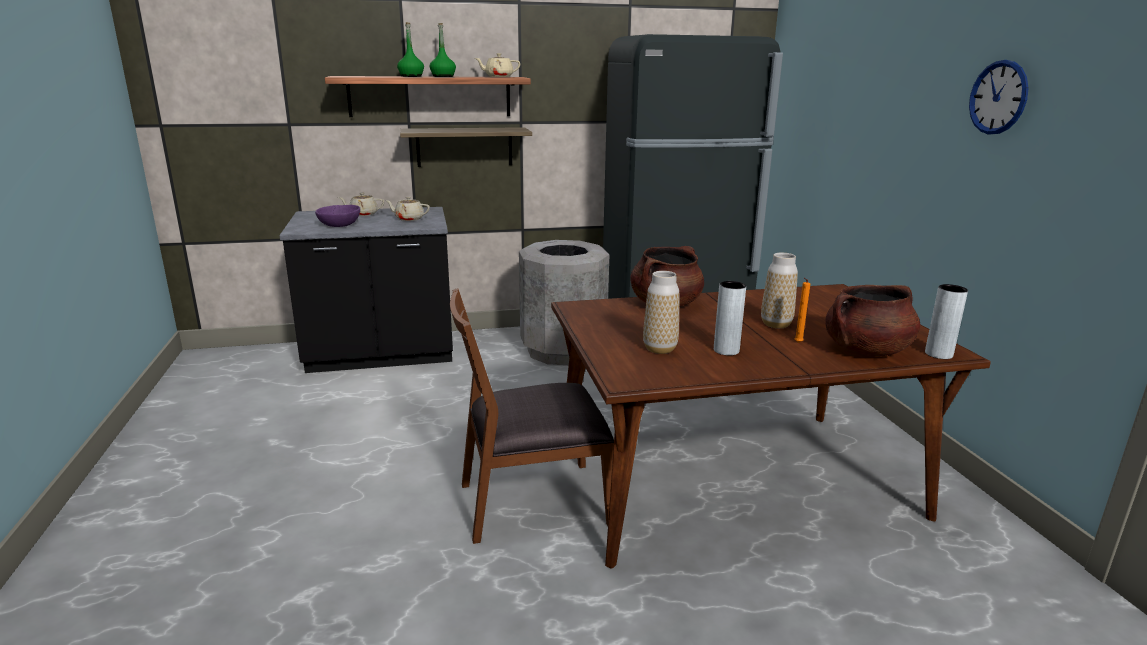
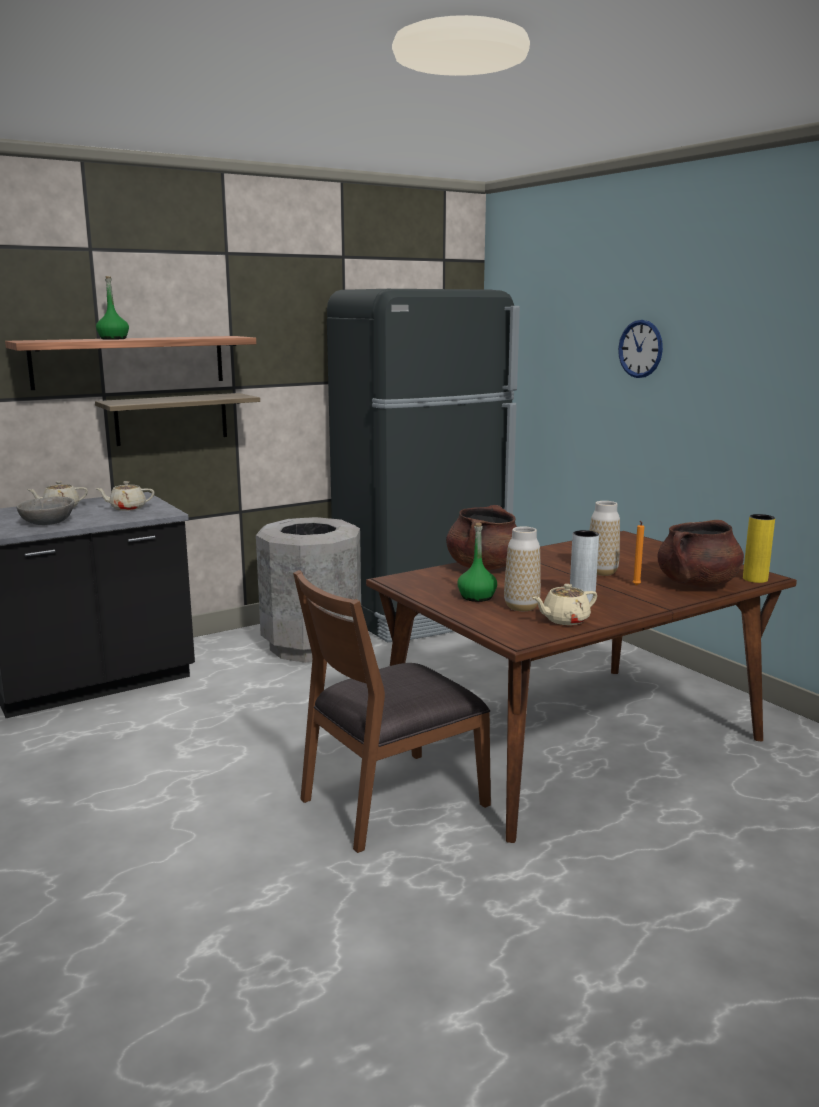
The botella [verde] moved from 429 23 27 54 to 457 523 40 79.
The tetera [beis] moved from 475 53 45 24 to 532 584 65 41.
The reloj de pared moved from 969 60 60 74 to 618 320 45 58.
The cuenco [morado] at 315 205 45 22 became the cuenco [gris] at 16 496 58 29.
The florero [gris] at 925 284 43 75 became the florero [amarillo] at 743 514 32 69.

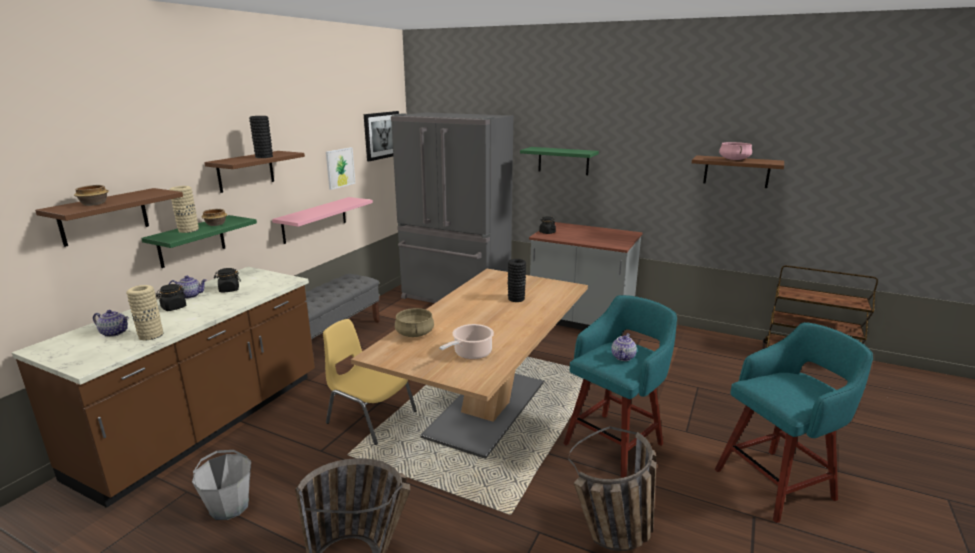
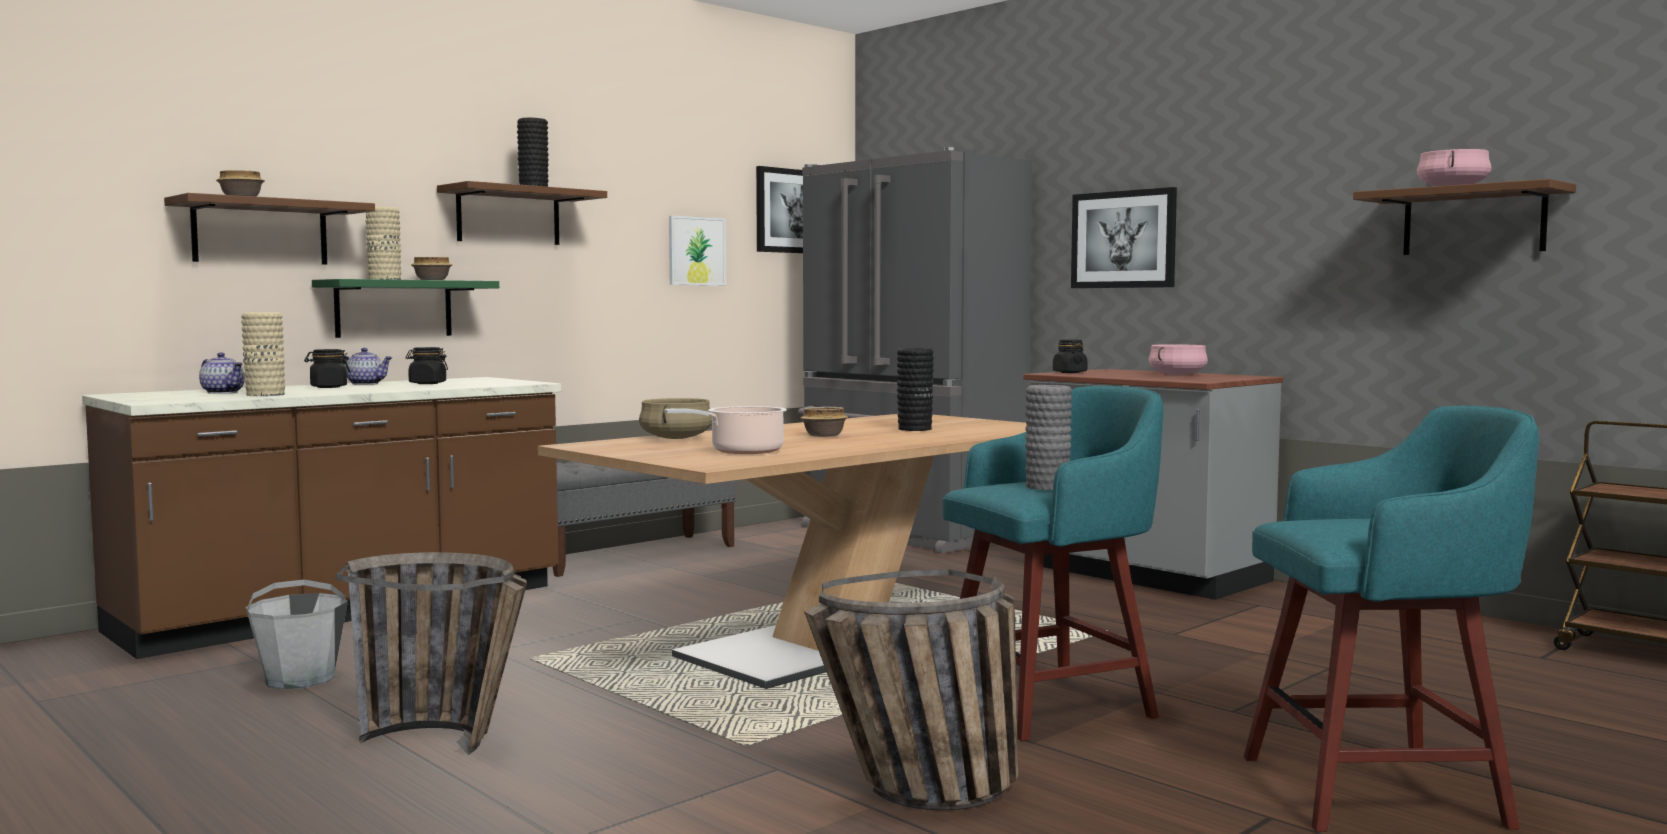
The estante [rosa] at 272 197 101 47 disappeared.
The silla [amarillo] at 323 319 94 126 disappeared.
The cuenco at 800 407 48 30 appeared.
The olla [rosa] at 1149 344 59 31 appeared.
The estante [verde] at 520 147 79 28 was replaced by the cuadro at 1071 187 106 101.
The tetera at 611 333 26 28 was replaced by the florero [gris] at 1025 385 47 105.

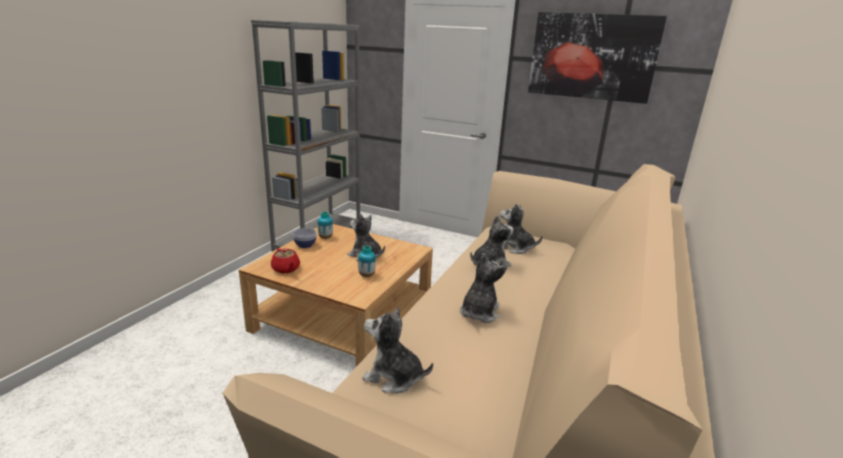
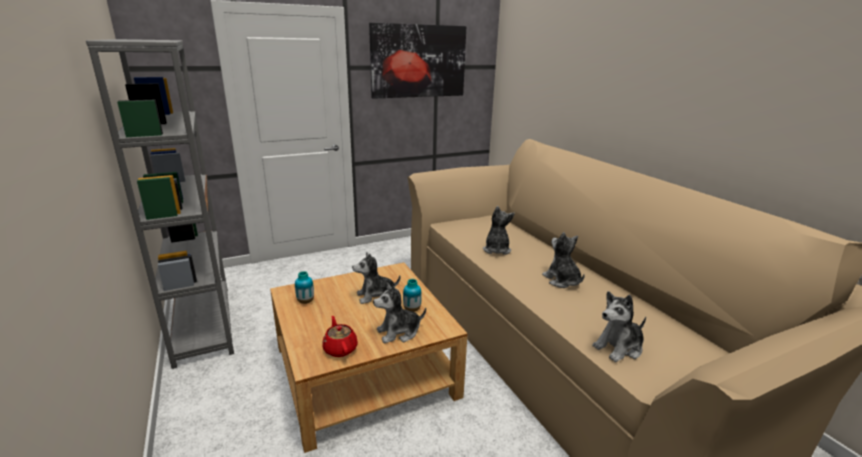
The cuenco at 293 228 24 20 disappeared.
The peluche moved from 500 203 43 51 to 373 283 53 60.
The tetera [rojo] at 271 248 29 25 turned 120 degrees counterclockwise.

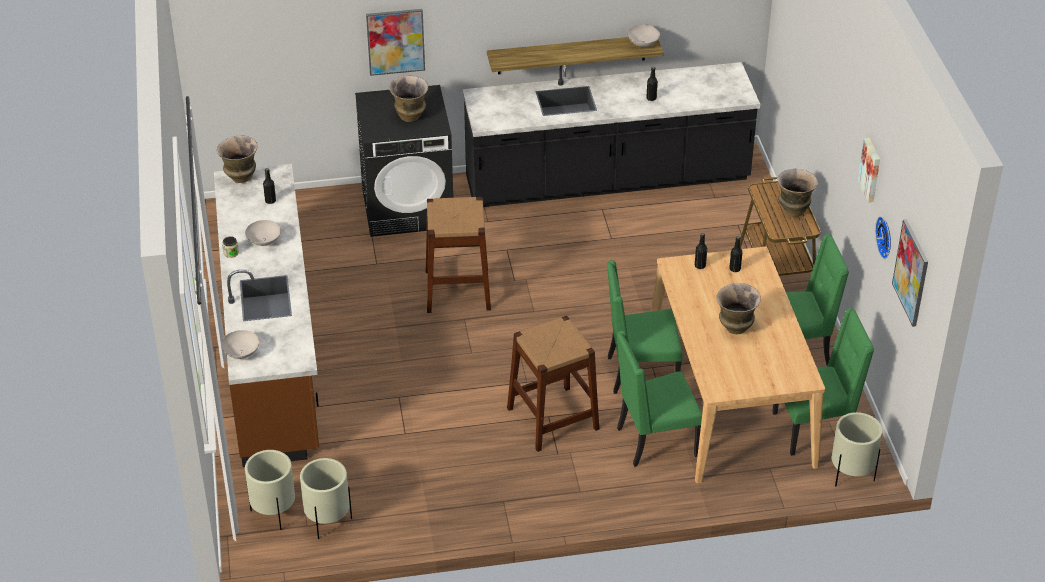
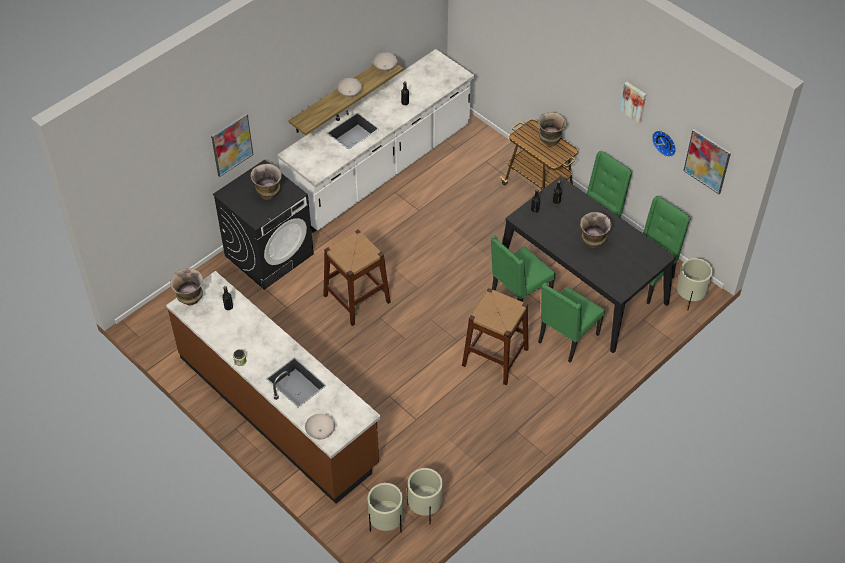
The cuenco [blanco] moved from 245 220 36 26 to 337 78 25 19.
The mueble bajo de cocina [negro] at 463 62 297 145 became the mueble bajo de cocina [blanco] at 277 49 197 184.
The mesa de comedor [beis] at 651 247 174 236 became the mesa de comedor [negro] at 502 176 174 177.

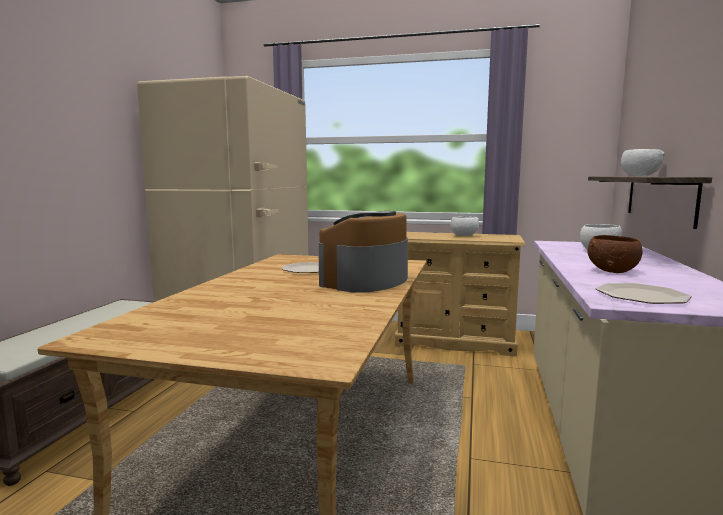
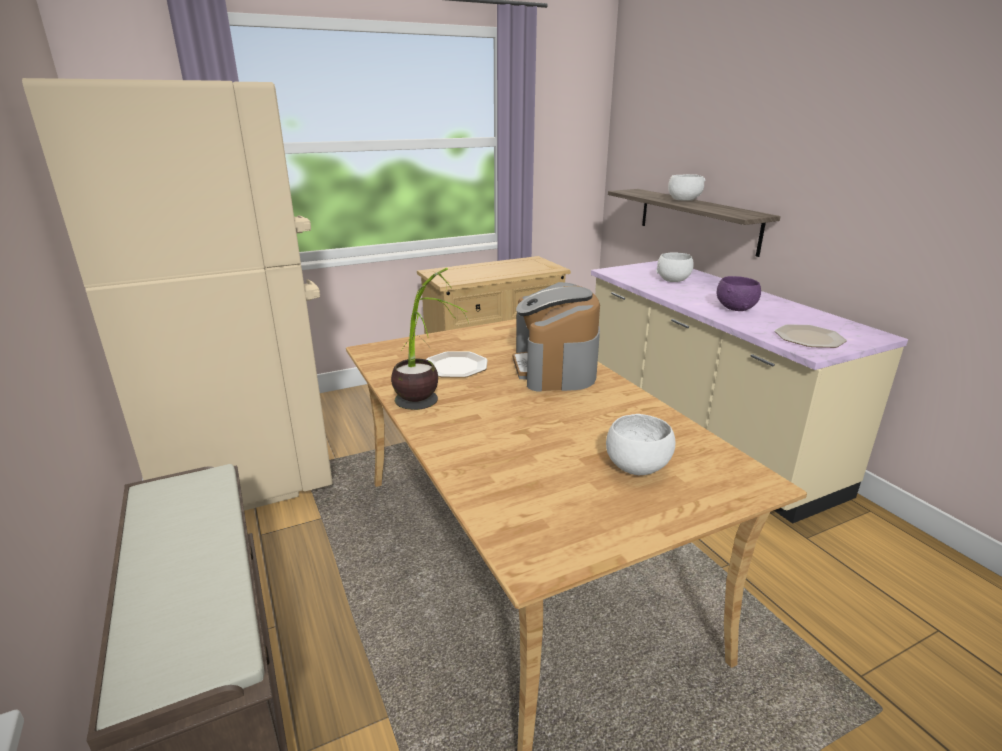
The planta en maceta at 391 268 78 142 appeared.
The cuenco [blanco] moved from 450 216 29 20 to 606 414 69 61.
The cuenco [marrón] at 587 235 55 38 became the cuenco [morado] at 717 276 44 35.

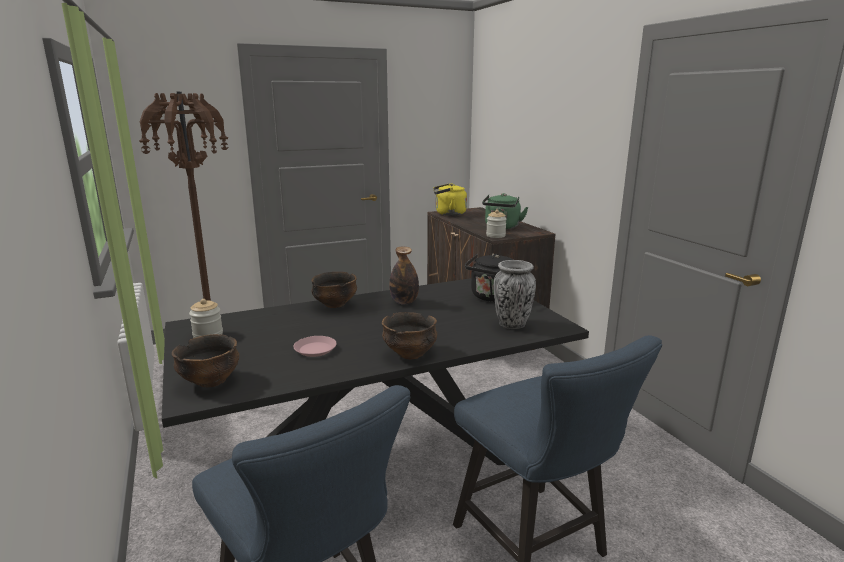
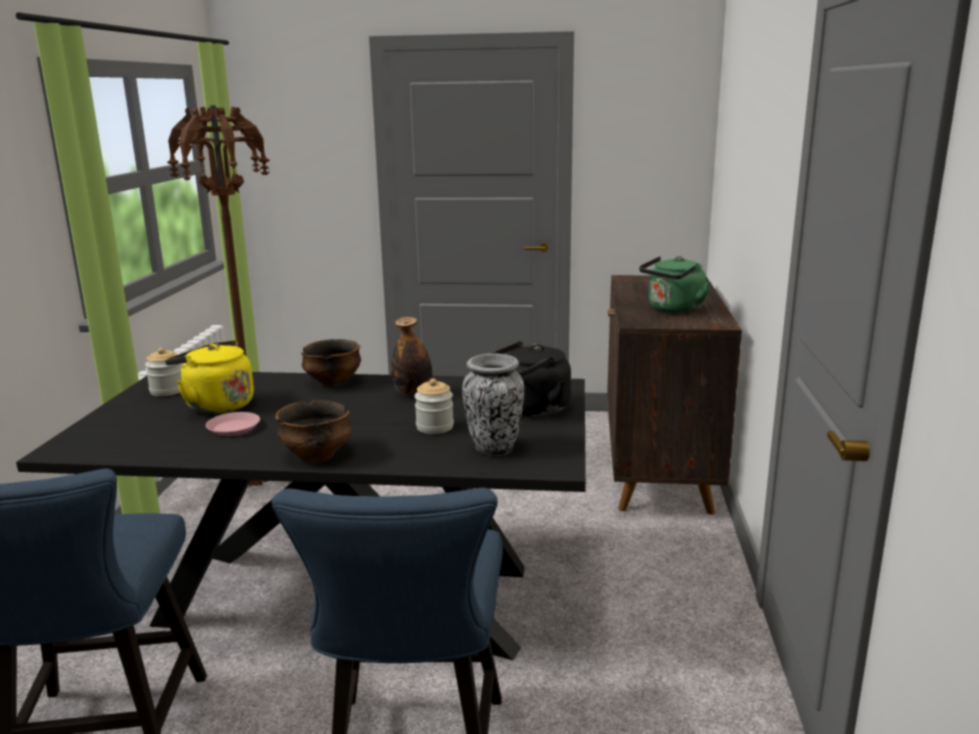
The cuenco at 172 334 67 53 disappeared.
The hervidor [amarillo] moved from 433 183 34 33 to 165 340 89 74.
The tarro moved from 486 210 20 28 to 414 379 40 55.

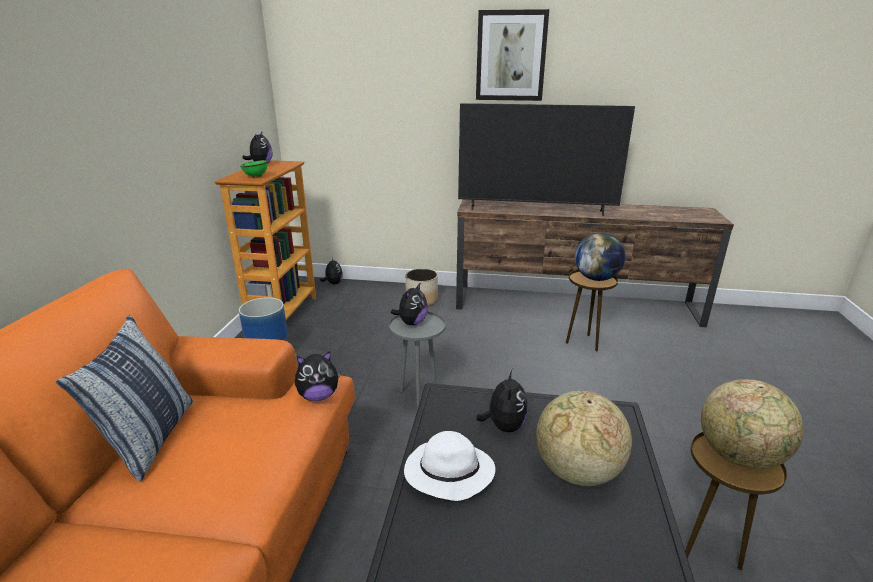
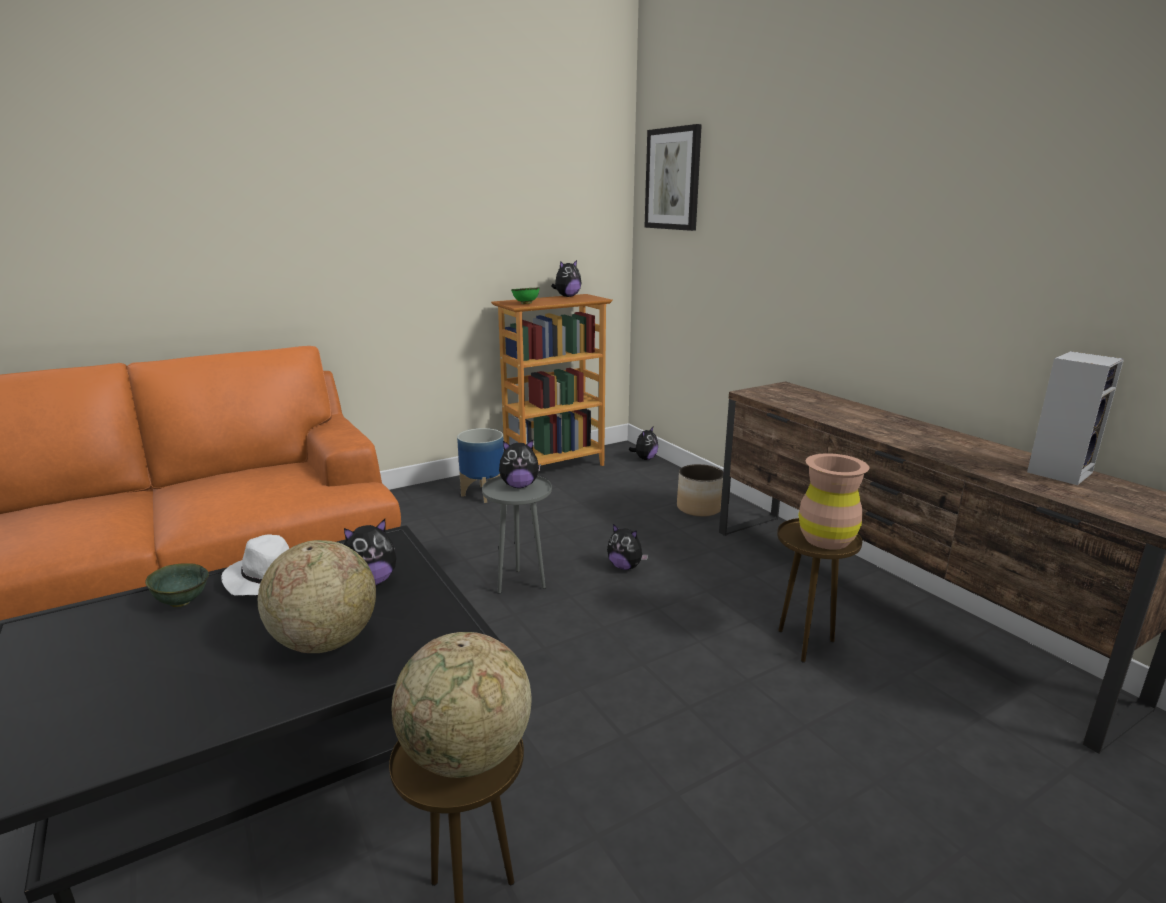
The cojín at 56 315 137 167 disappeared.
The televisor at 458 103 177 113 disappeared.
The cuenco [verde] at 145 563 64 44 appeared.
The altavoz at 1027 351 97 134 appeared.
The peluche moved from 295 351 46 50 to 607 524 42 46.
The cuadro moved from 476 9 73 92 to 644 124 58 107.
The globo terráqueo at 575 233 50 48 was replaced by the florero [marrón] at 798 453 71 97.

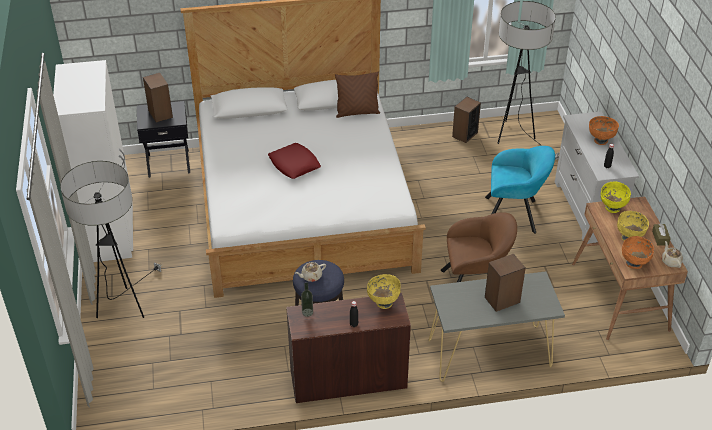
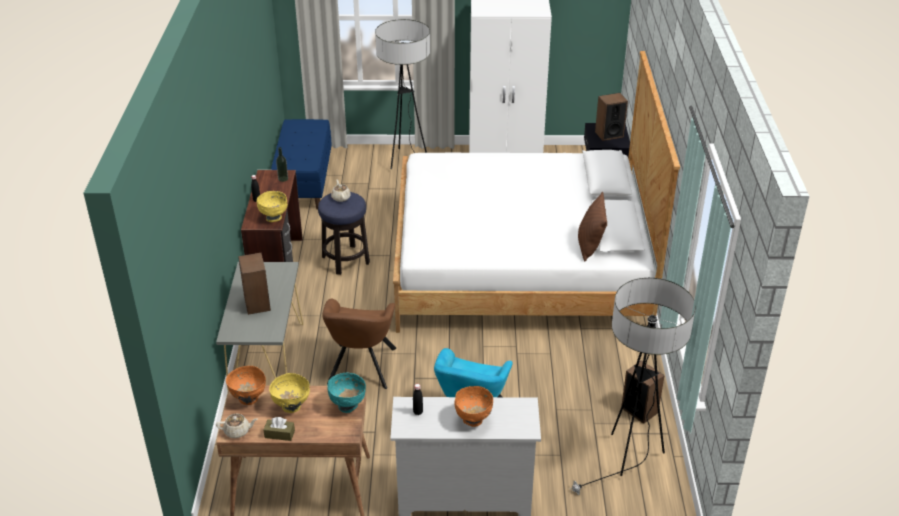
The cojín [rojo] at 268 143 53 36 disappeared.
The banco [azul] at 271 119 61 91 appeared.
The cuenco [amarillo] at 601 181 30 32 became the cuenco [turquesa] at 327 373 39 40.

